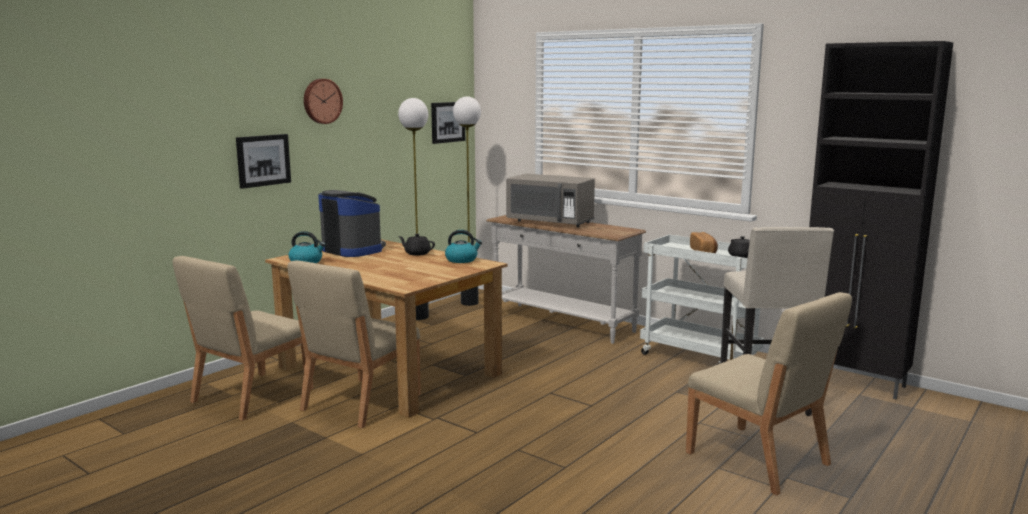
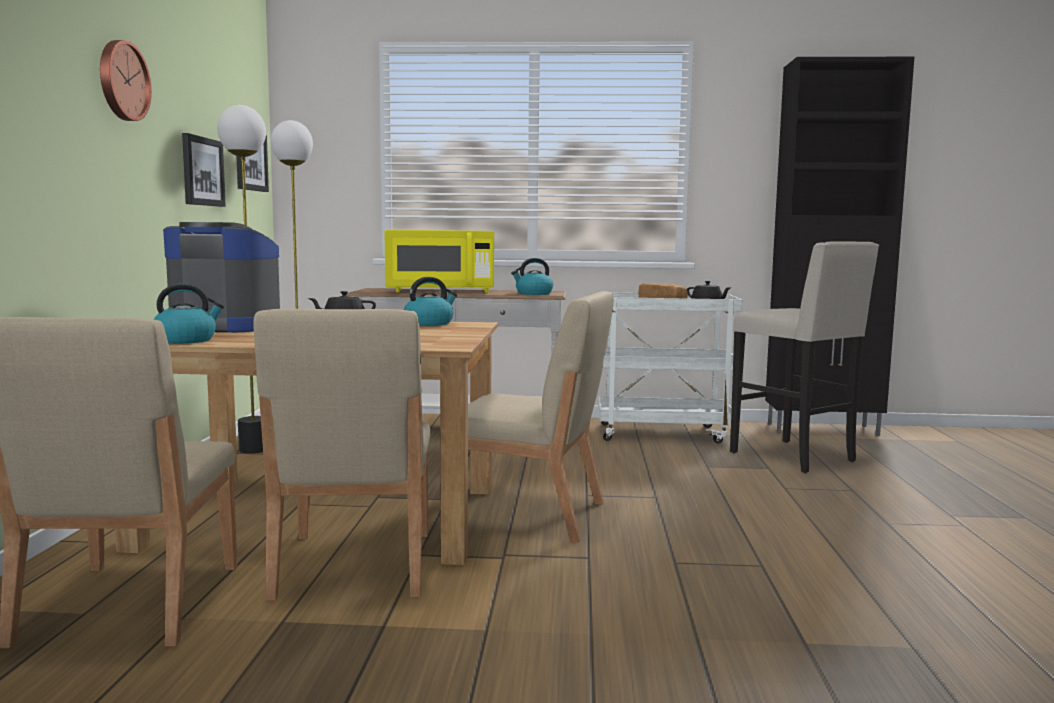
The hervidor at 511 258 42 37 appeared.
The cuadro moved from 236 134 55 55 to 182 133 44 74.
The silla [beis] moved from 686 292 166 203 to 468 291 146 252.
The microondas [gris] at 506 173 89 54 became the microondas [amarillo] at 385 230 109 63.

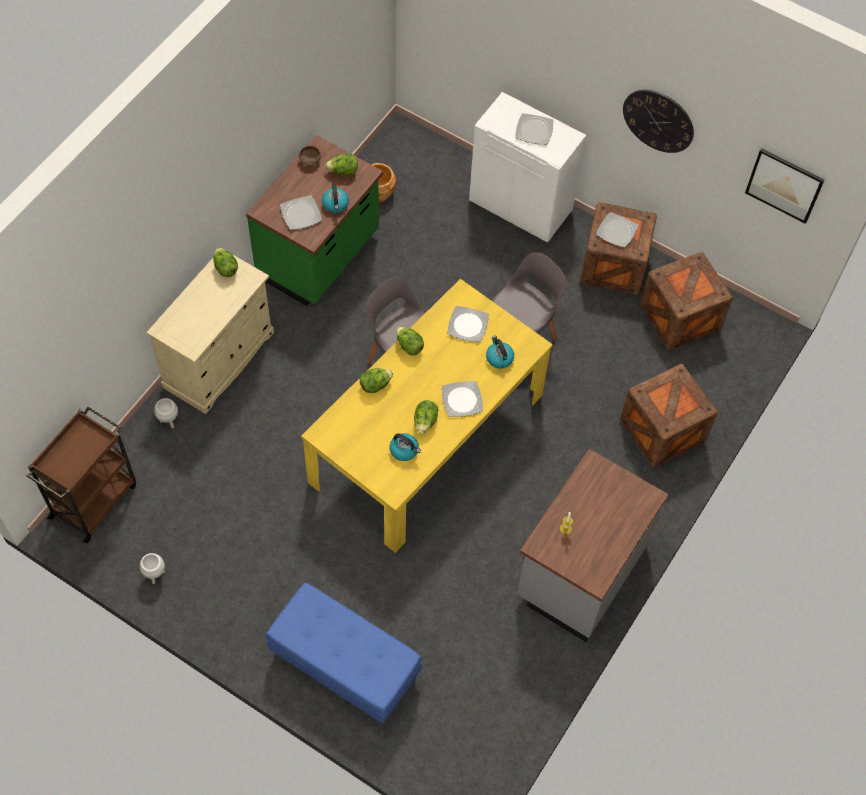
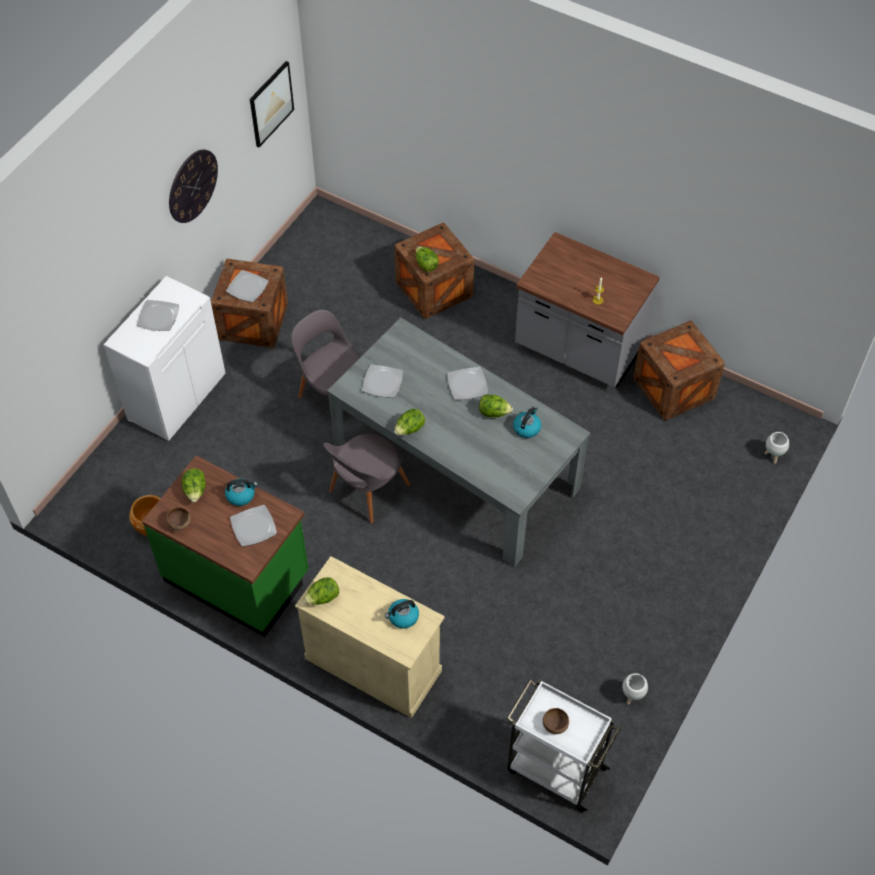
The banco [azul] at 266 582 156 143 disappeared.
The cuenco [marrón] at 543 708 26 26 appeared.
The maceta [blanco] moved from 154 398 24 30 to 765 432 24 32.
The lechuga moved from 360 368 33 25 to 416 246 23 26.
The hervidor moved from 486 336 28 32 to 385 599 34 30.
The caja de embalaje moved from 640 252 93 99 to 633 321 92 100.
The carrito [marrón] at 26 407 110 136 became the carrito [blanco] at 507 679 113 133.
The mesa de comedor [amarillo] at 301 279 252 274 became the mesa de comedor [gris] at 327 317 264 250.

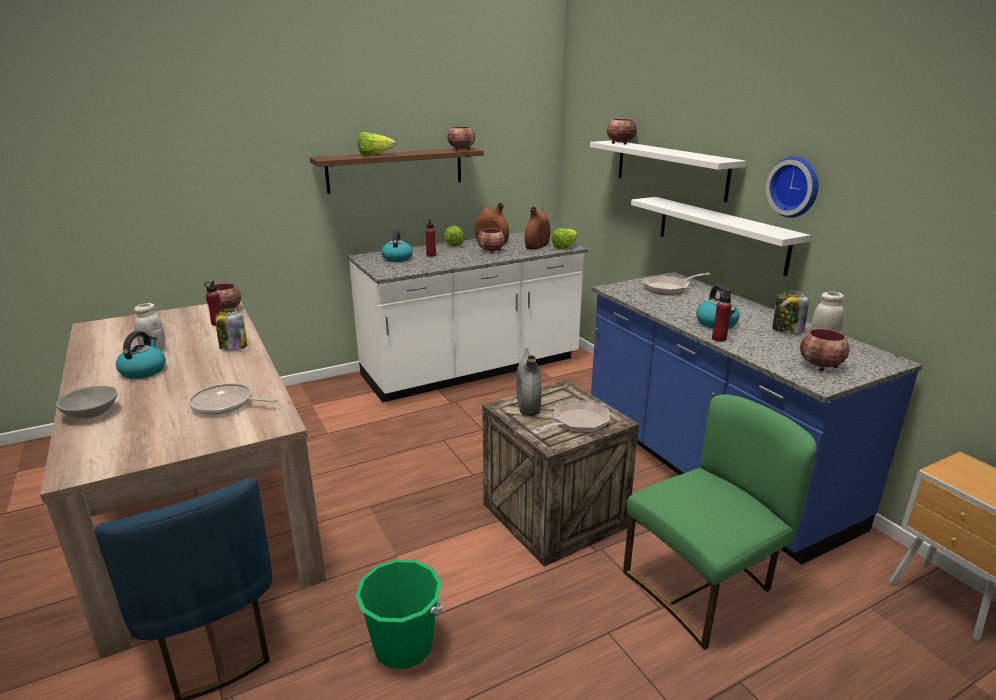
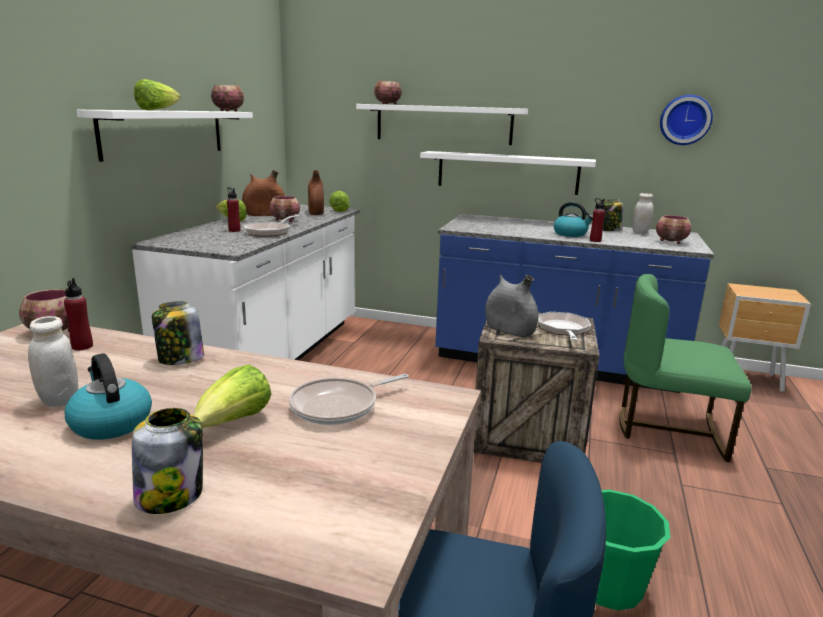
The hervidor at 382 229 31 33 disappeared.
The lechuga at 194 364 78 64 appeared.
The sartén moved from 643 273 68 22 to 244 215 55 22.
The reloj de pared moved from 766 157 53 61 to 660 95 53 50.
The cuenco [gris] at 56 386 62 33 was replaced by the tarro at 132 408 71 106.
The estante [marrón] at 310 148 174 46 became the estante [blanco] at 77 110 176 52.
The silla [verde] at 623 395 194 255 turned 90 degrees counterclockwise.

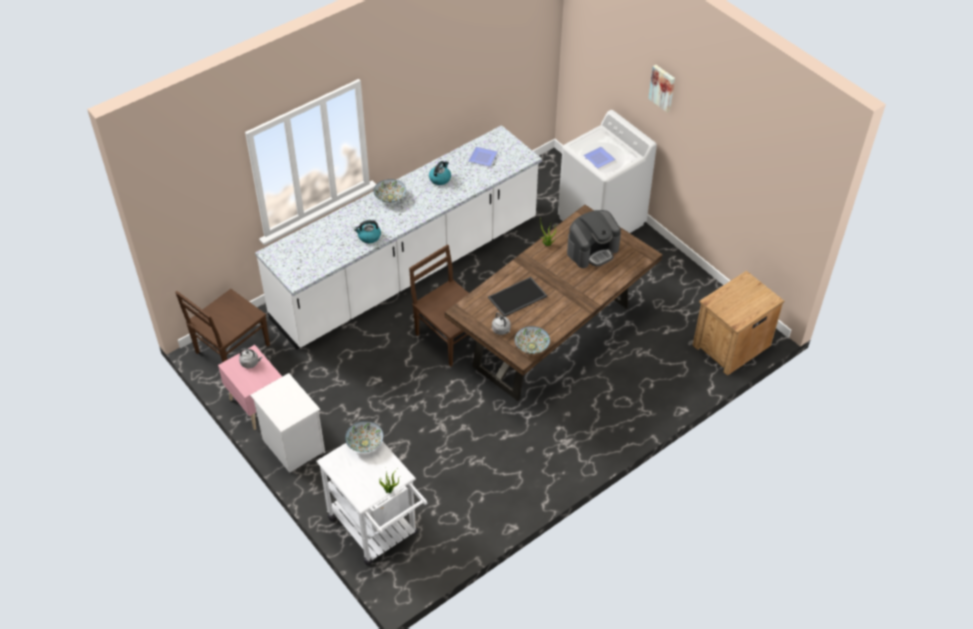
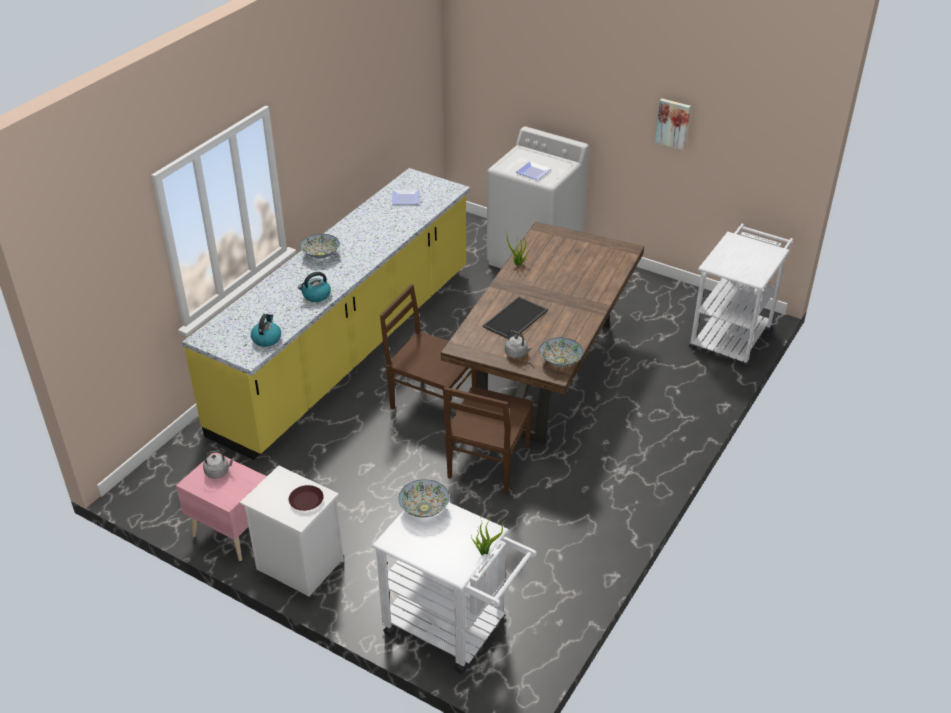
The cafetera at 567 210 54 58 disappeared.
The plato [marrón] at 289 485 35 26 appeared.
The silla [marrón] moved from 175 289 95 74 to 444 386 90 108.
The hervidor moved from 429 161 22 24 to 251 314 30 33.
The cuadro moved from 648 65 27 47 to 655 99 36 51.
The mesita de noche [marrón] at 692 271 92 105 was replaced by the carrito [blanco] at 689 224 104 144.
The mueble bajo de cocina [blanco] at 255 125 287 224 became the mueble bajo de cocina [amarillo] at 182 168 288 292.

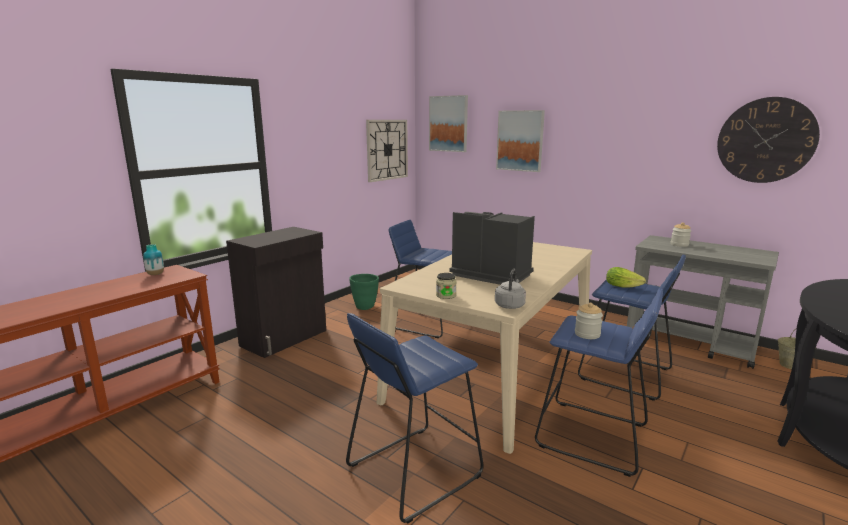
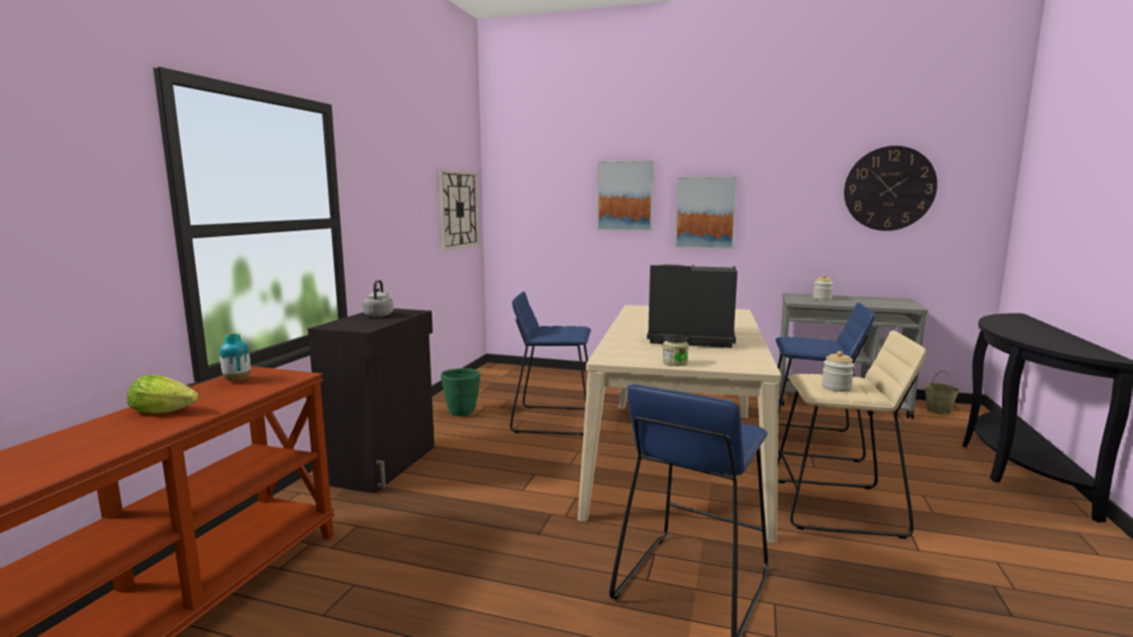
The cuadro moved from 429 95 39 57 to 675 176 62 73.
The hervidor [gris] moved from 495 269 31 40 to 362 280 31 37.
The lechuga moved from 606 267 40 21 to 127 375 71 39.
The taburete [azul] at 535 289 128 188 became the taburete [beis] at 778 330 148 209.

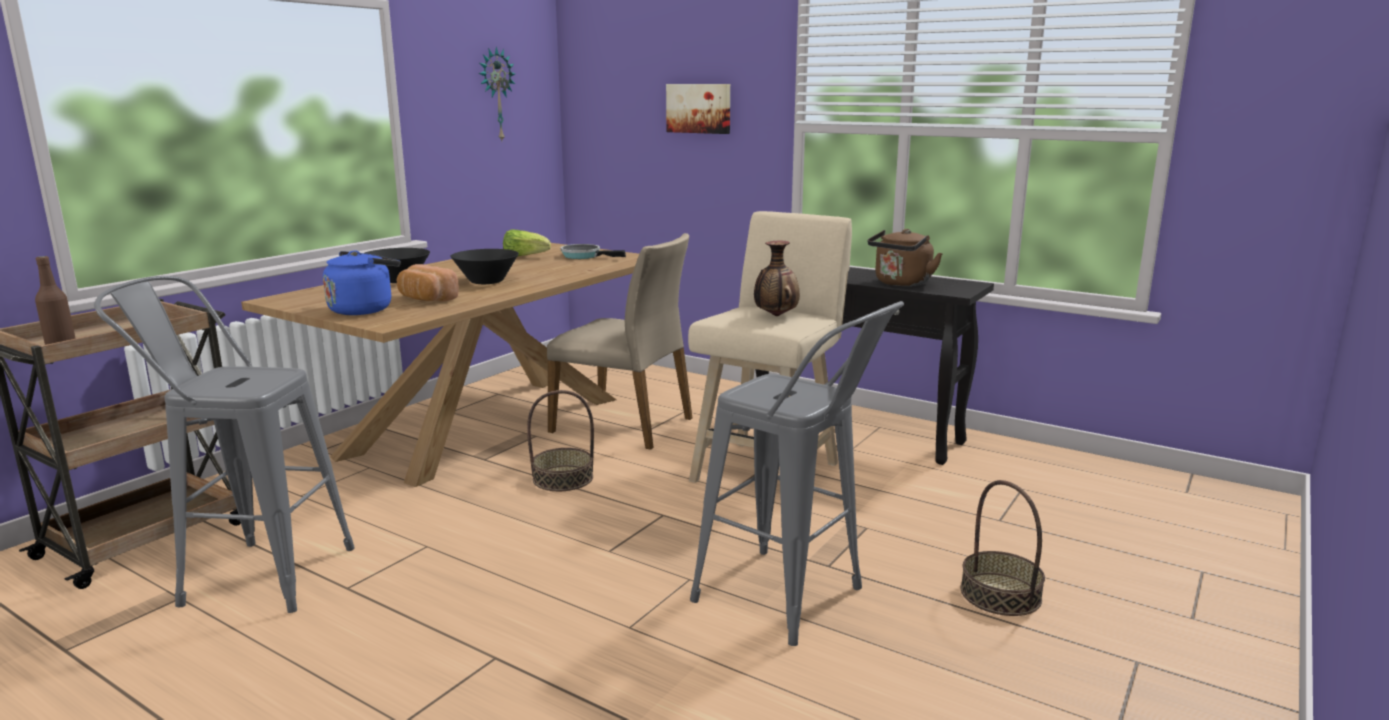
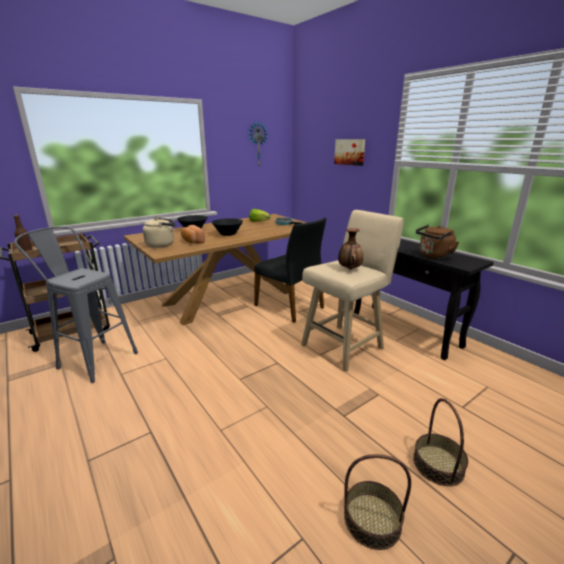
The taburete [gris] at 690 301 214 345 disappeared.
The cesta moved from 527 390 67 101 to 344 454 67 96.
The hervidor [azul] at 323 251 77 64 became the hervidor [beis] at 143 217 33 31.
The silla [beis] at 547 233 145 217 became the silla [negro] at 254 217 72 106.

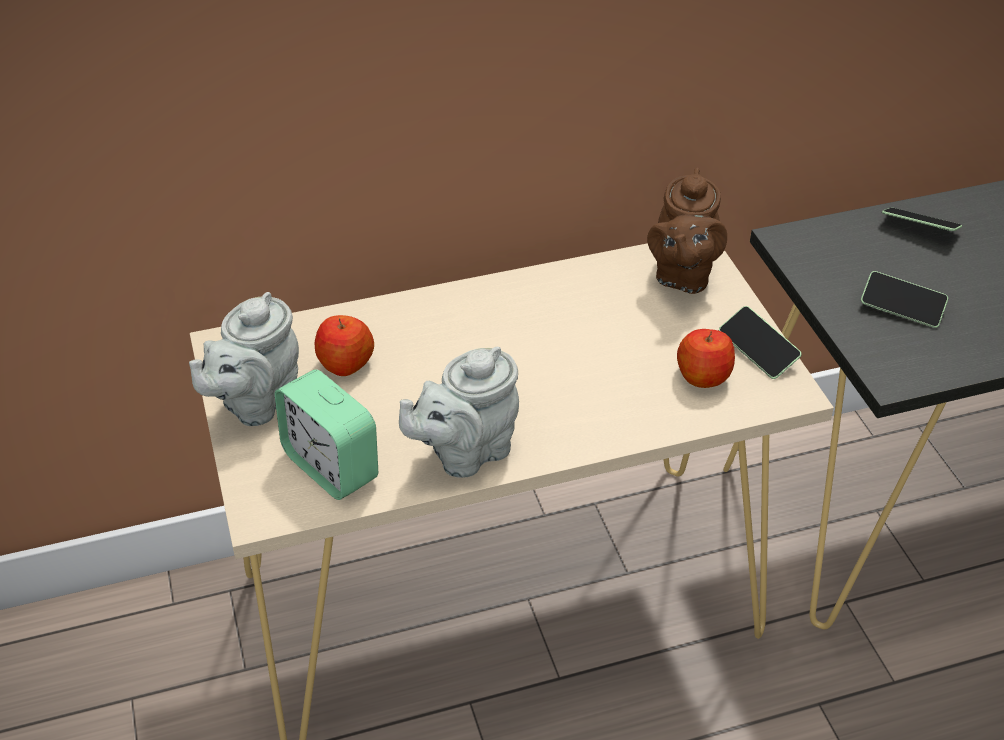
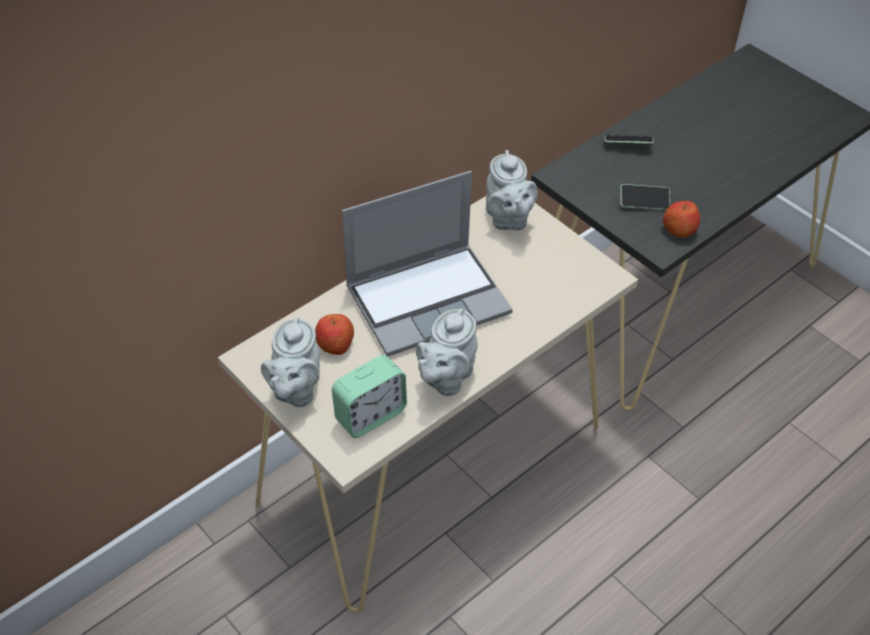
The móvil at 719 306 83 73 disappeared.
The portátil at 342 171 171 185 appeared.
The manzana moved from 677 329 58 59 to 663 201 37 37.
The tetera [marrón] at 647 168 80 126 became the tetera [gris] at 486 150 52 80.
The despertador at 275 369 103 131 turned 60 degrees counterclockwise.

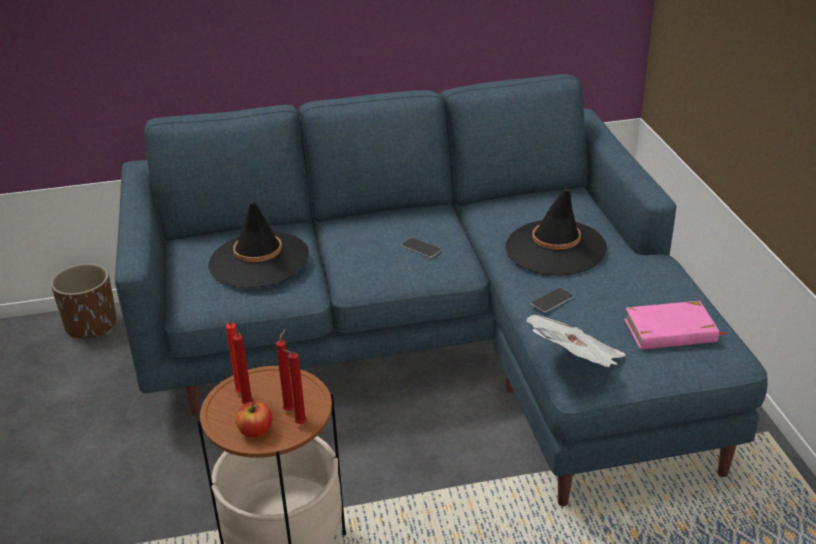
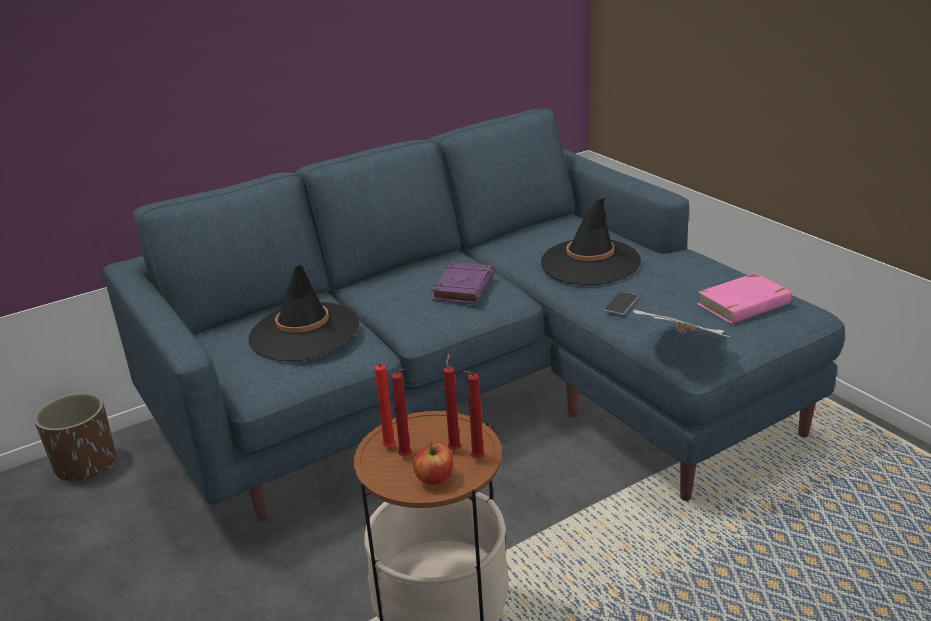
The móvil at 401 237 41 21 was replaced by the libro [morado] at 431 262 64 42.

